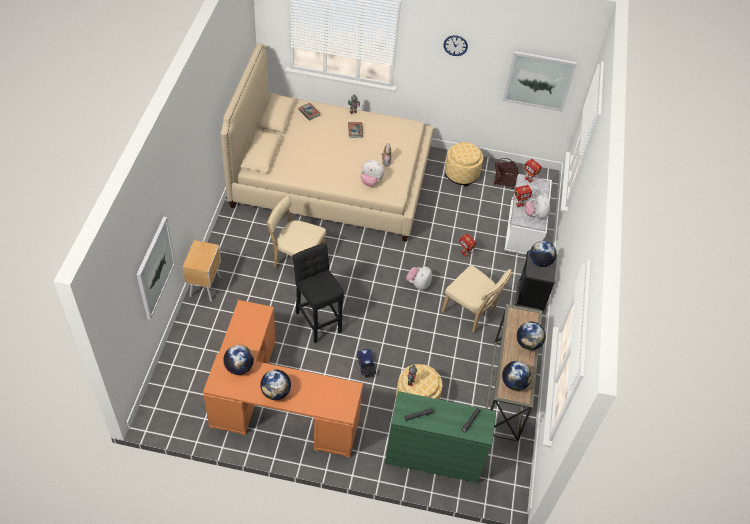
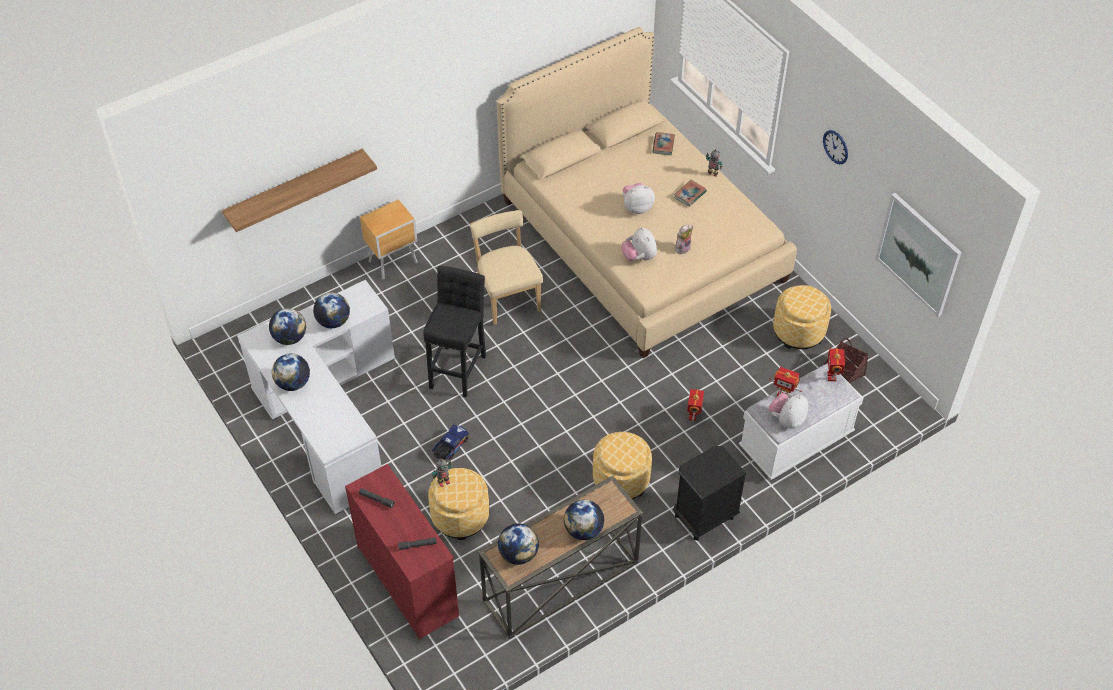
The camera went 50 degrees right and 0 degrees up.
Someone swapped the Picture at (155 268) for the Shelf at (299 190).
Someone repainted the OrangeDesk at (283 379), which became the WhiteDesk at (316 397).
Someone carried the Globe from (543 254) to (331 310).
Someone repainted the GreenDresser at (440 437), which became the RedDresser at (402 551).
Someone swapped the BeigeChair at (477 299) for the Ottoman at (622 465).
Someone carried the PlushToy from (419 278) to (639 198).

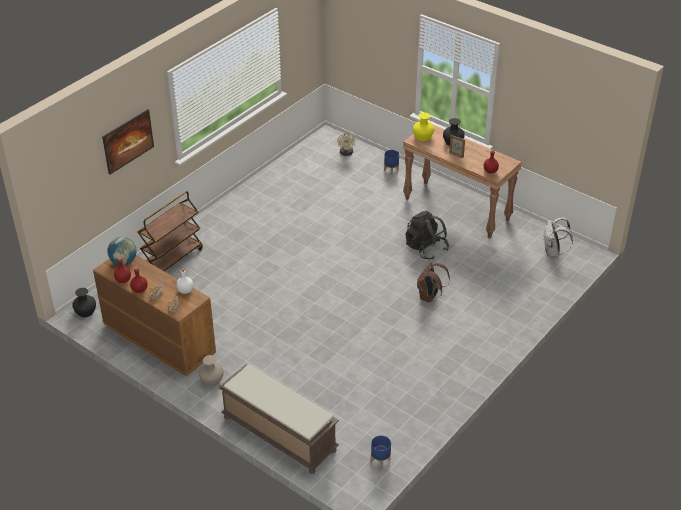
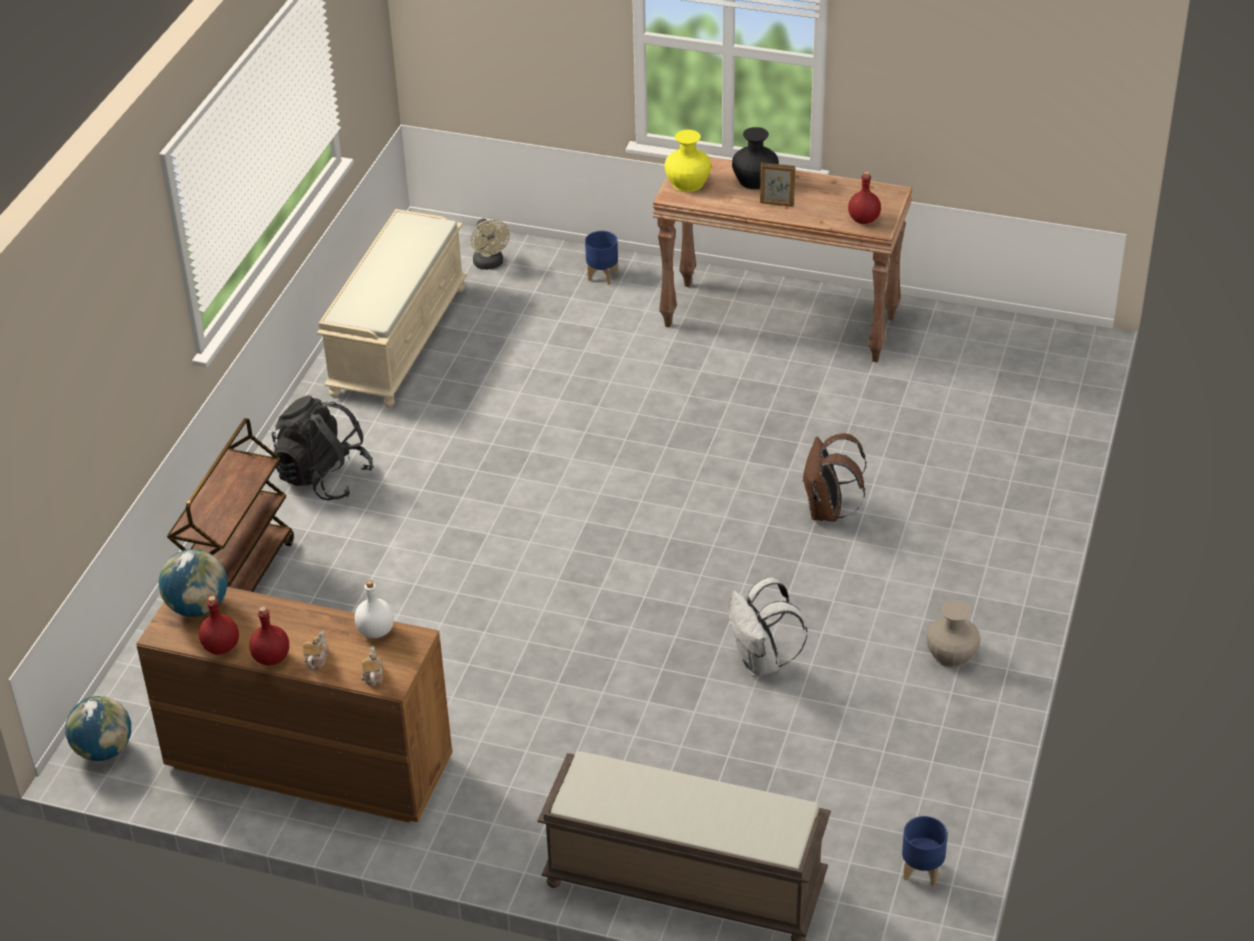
The camera went 20 degrees left and 0 degrees up.
Someone swapped the BlackVase at (84 302) for the Globe at (98 728).
Someone carried the BlackBackpack from (427 235) to (323 447).
Someone put down the BeigeBench at (392 308).
Someone carried the WhiteBackpack from (558 236) to (768 627).
Someone carried the BeigeVase from (211 370) to (953 634).
Someone took away the Picture at (128 142).

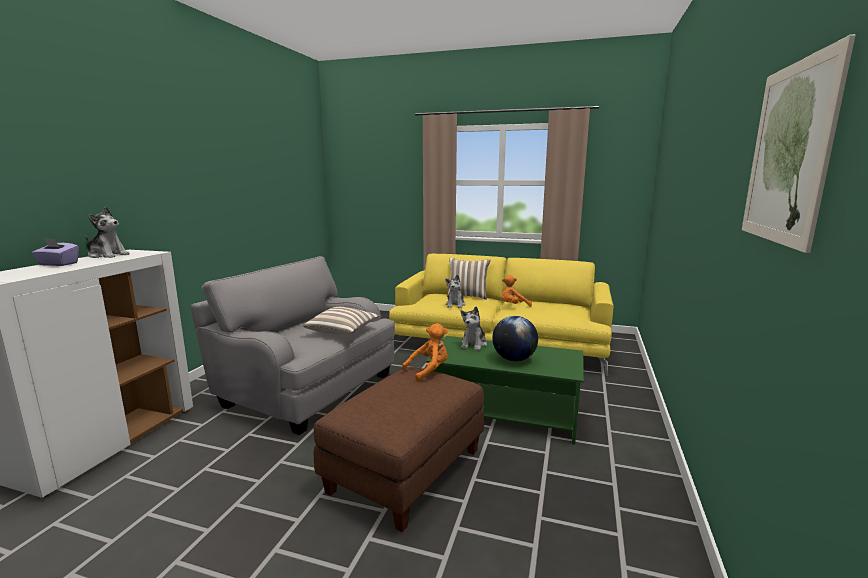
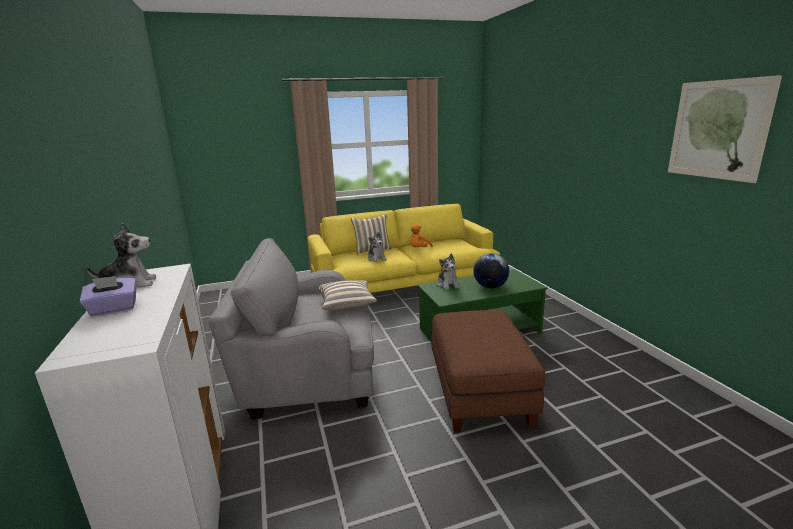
The camera went 35 degrees left and 5 degrees up.
Someone took away the OrangePlushToy at (425 352).

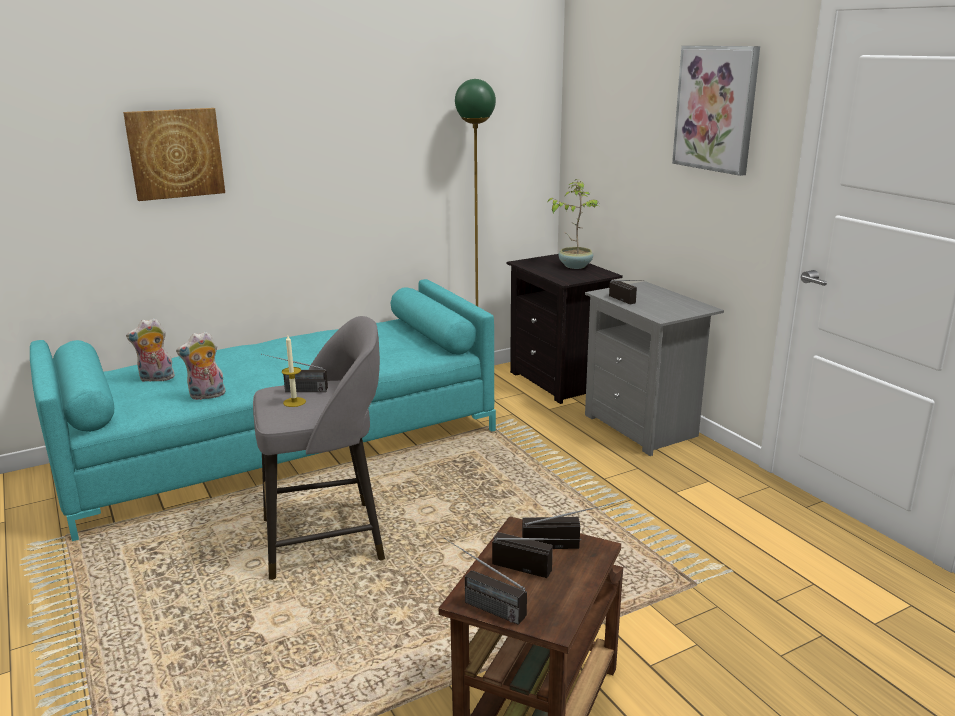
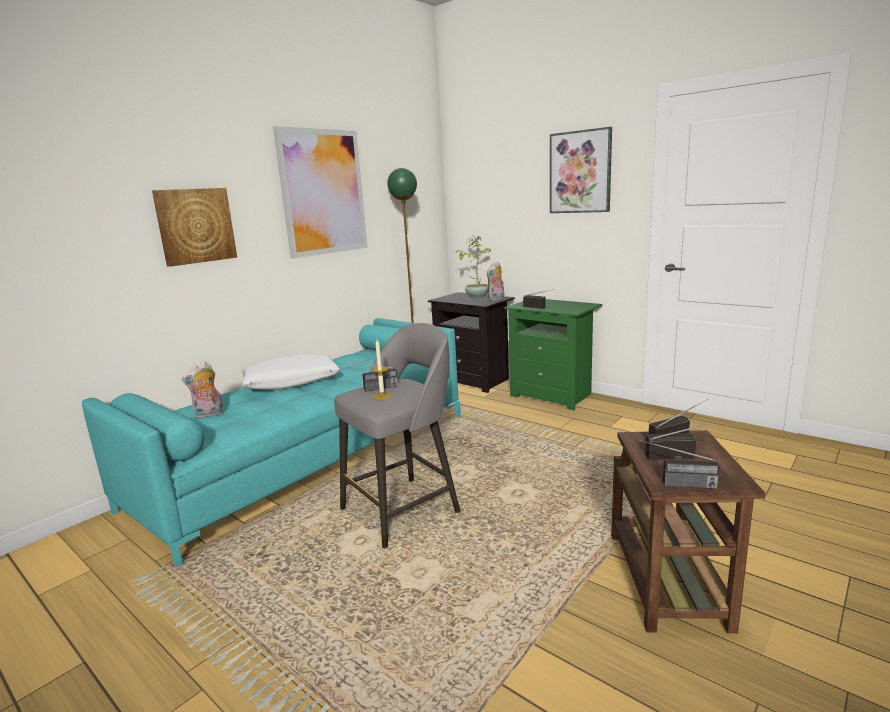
The camera went 20 degrees left and 5 degrees down.
Someone put down the WhitePillow at (291 372).
Someone put up the Picture at (320 192).
Someone carried the PlushToy from (201 365) to (495 281).
Someone repainted the GreyNightstand at (654 368), which became the GreenNightstand at (553 354).

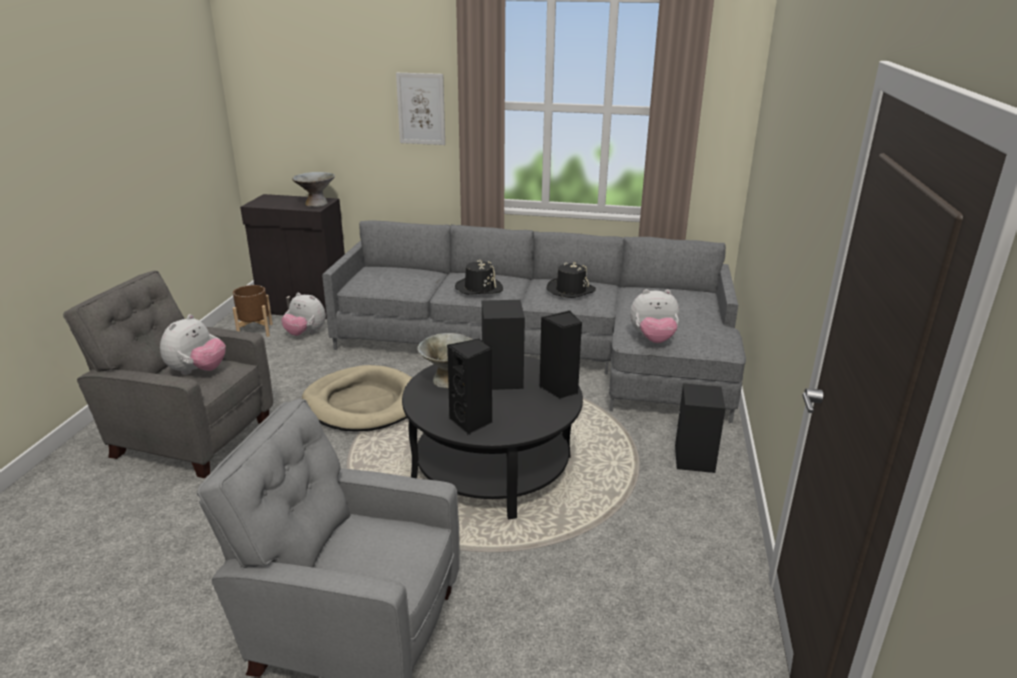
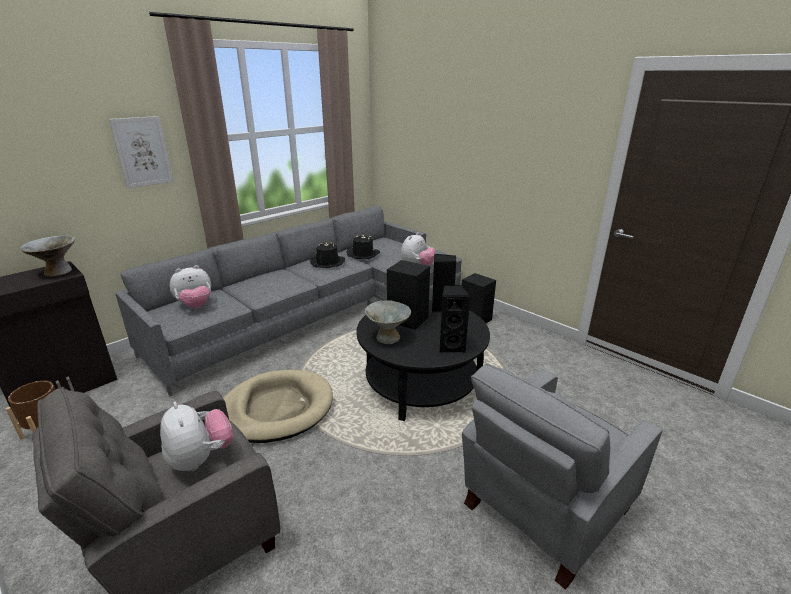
The camera went 55 degrees left and 0 degrees up.
Someone carried the PlushToy from (303 314) to (190 286).
Someone carried the BlackHat from (479 277) to (363 246).

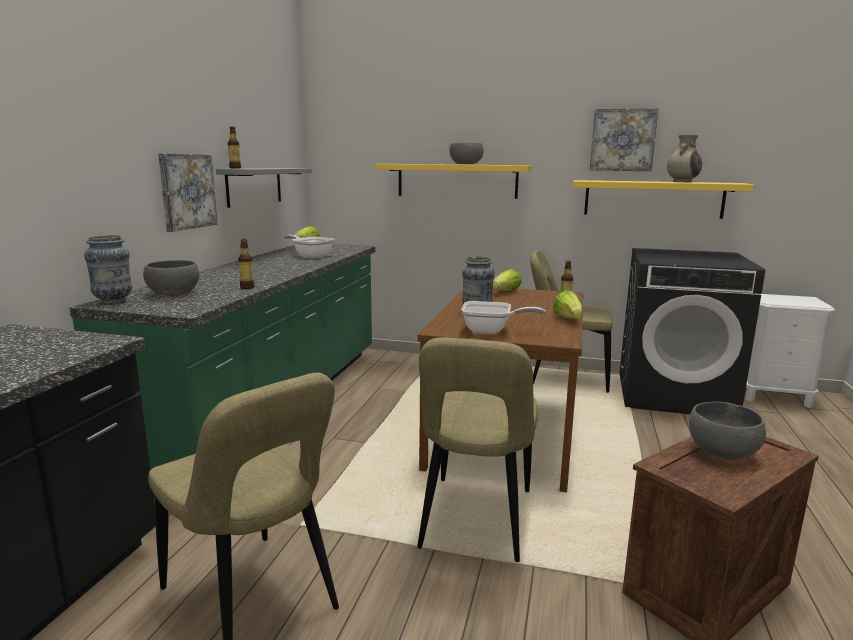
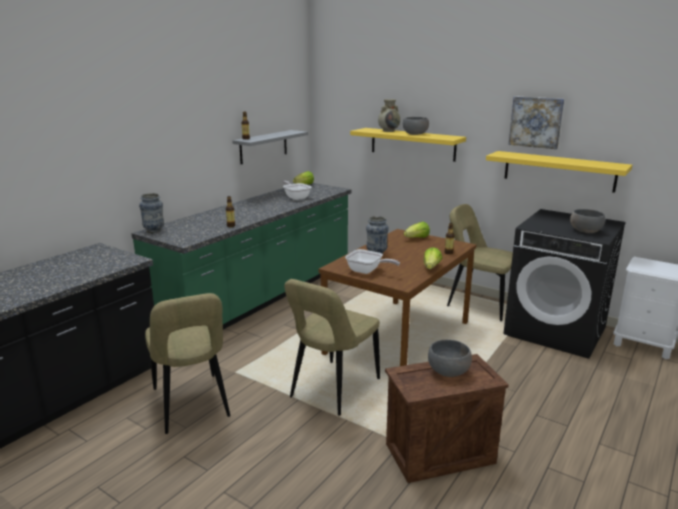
The camera went 20 degrees right and 5 degrees up.
Someone carried the BeigeVase from (684 158) to (389 115).
Someone carried the GreyBowl from (171 278) to (588 221).
Someone took away the Picture at (187 192).

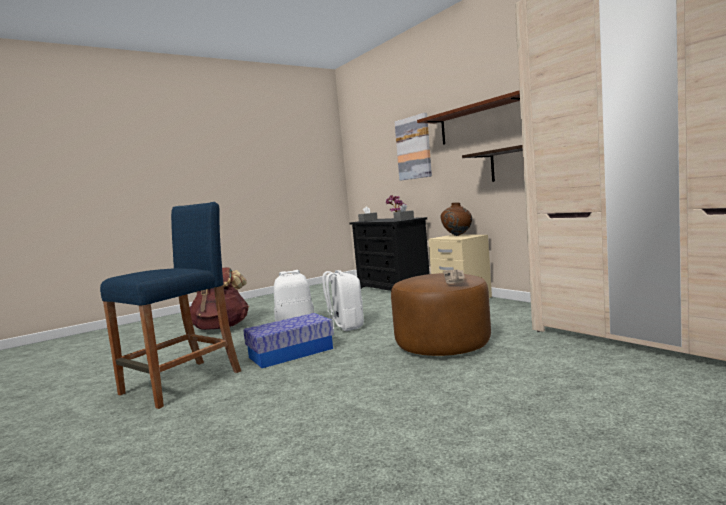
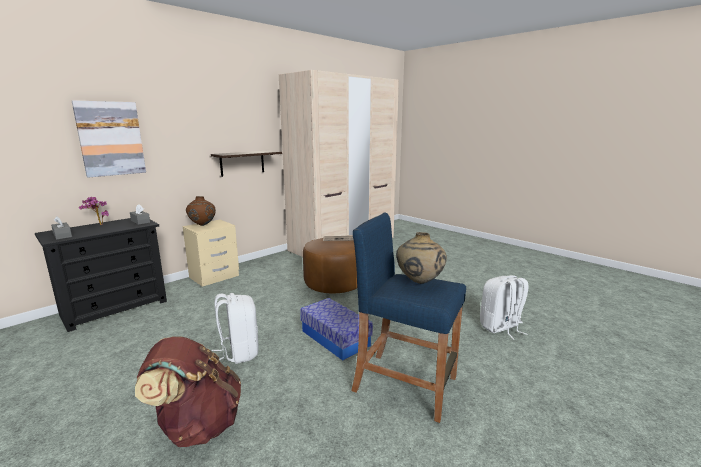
The camera went 100 degrees left and 10 degrees up.
Someone put down the BeigeVase at (421 258).
Someone carried the WhiteBackpack from (343 300) to (504 307).
Someone took away the BrownShelf at (468 117).

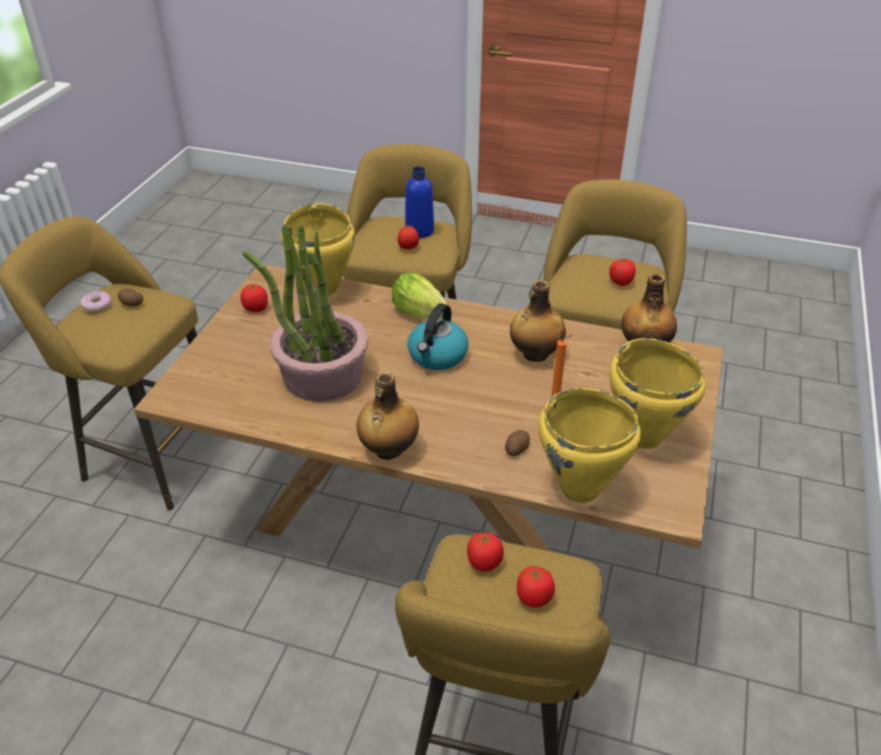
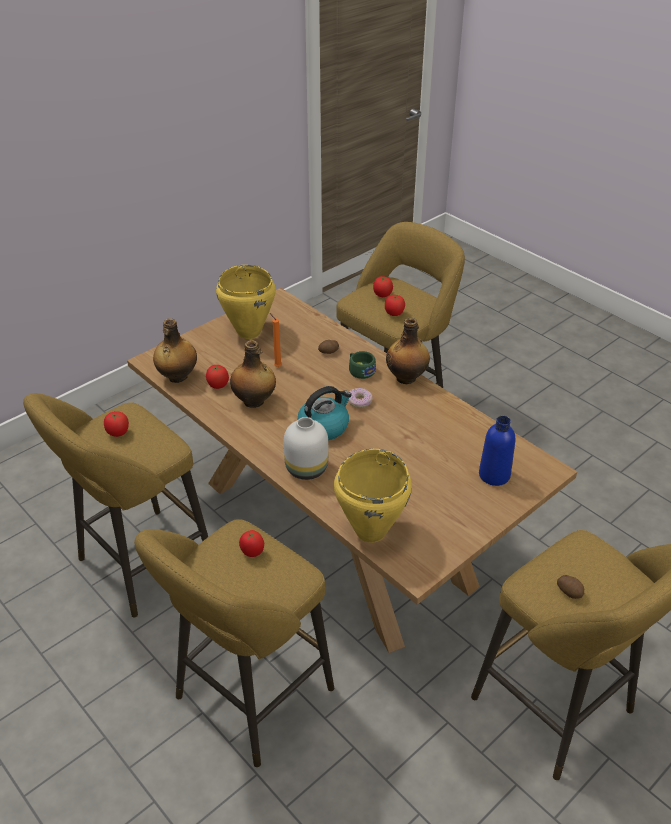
The camera went 150 degrees left and 0 degrees up.
Someone carried the Tomato from (254 297) to (217 377).
Someone swapped the Lettuce at (419 295) for the WhiteVase at (306 448).
Someone carried the Donut from (95 302) to (360 398).
Someone put down the GreenCup at (362 365).
Someone carried the BlueBottle from (419 202) to (497 451).
Someone took away the PottedPlant at (305 313).
Someone took away the YellowCookingPot at (589 445).

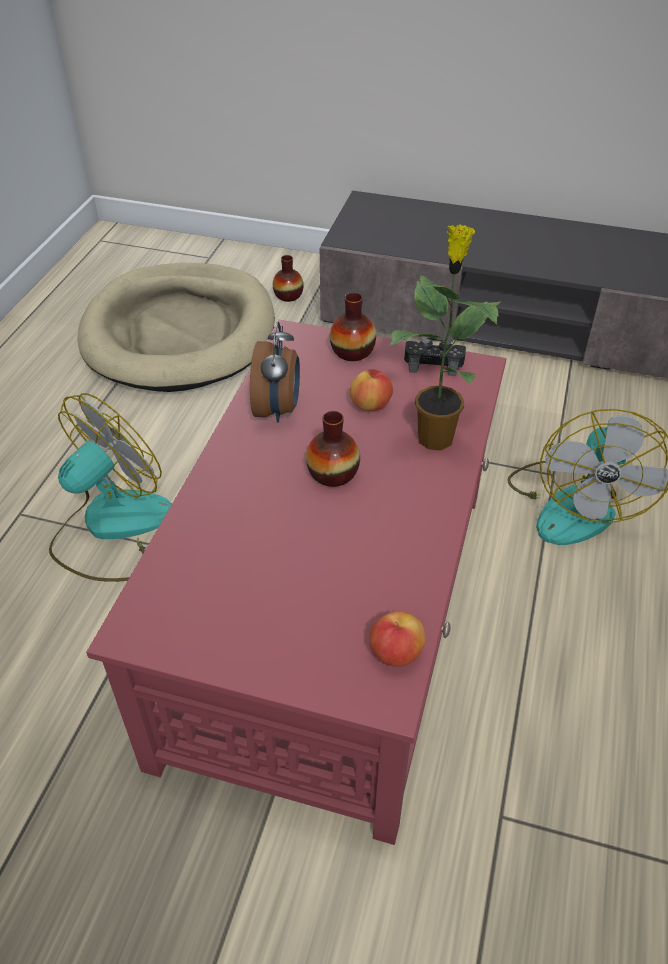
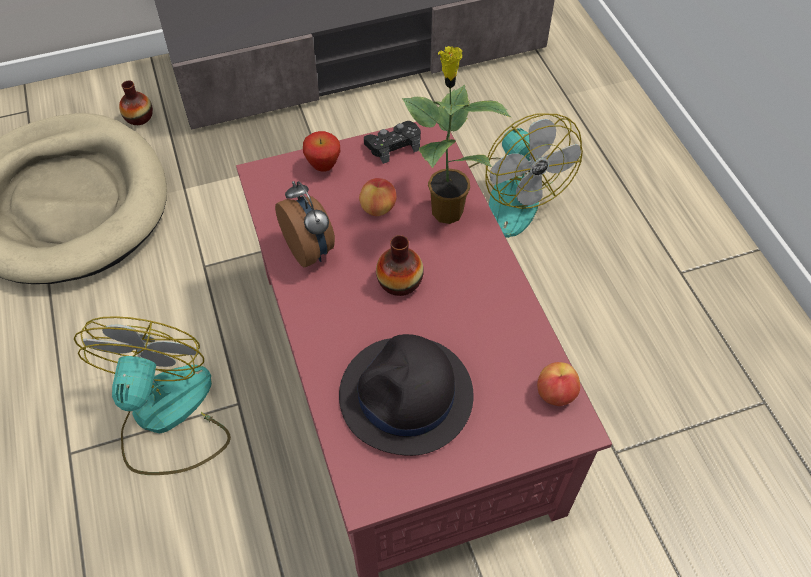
The camera went 35 degrees left and 10 degrees up.
Someone swapped the Vase at (353 327) for the Apple at (321 151).
Someone put down the BlackHat at (406 395).

